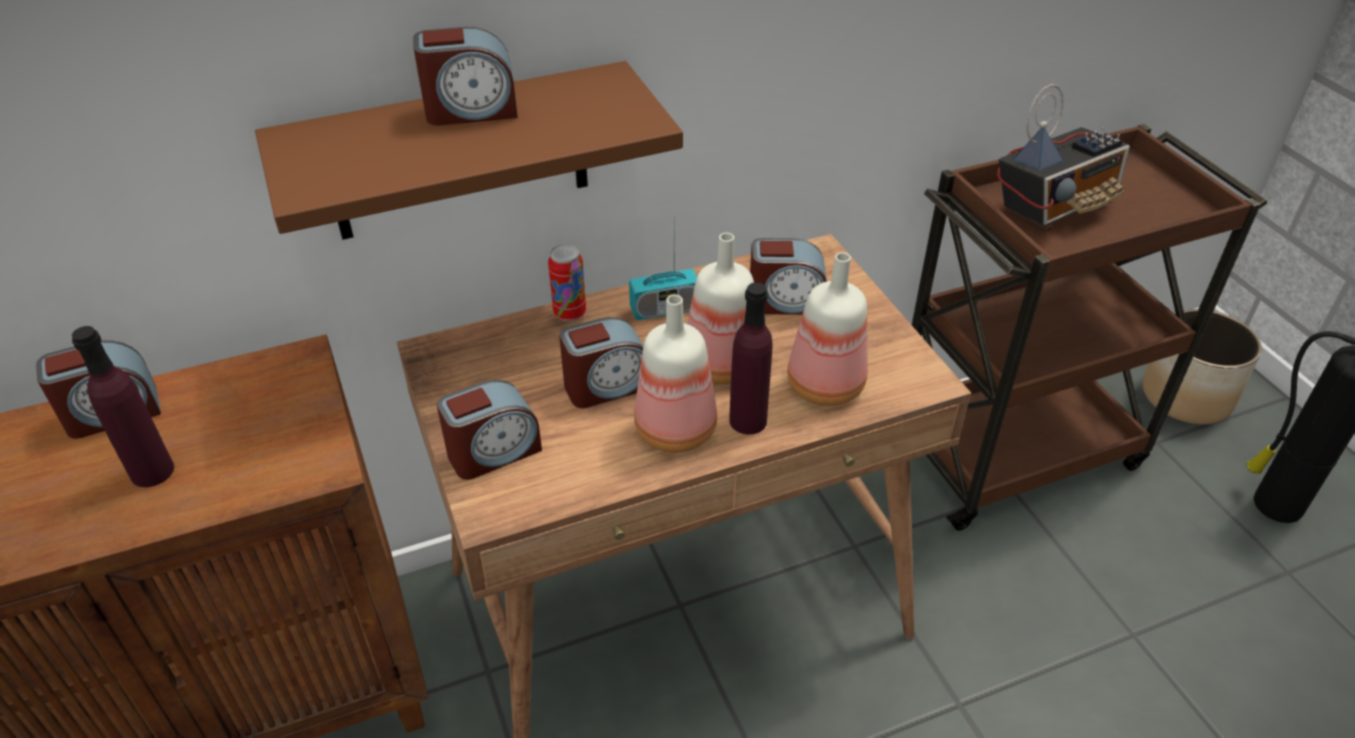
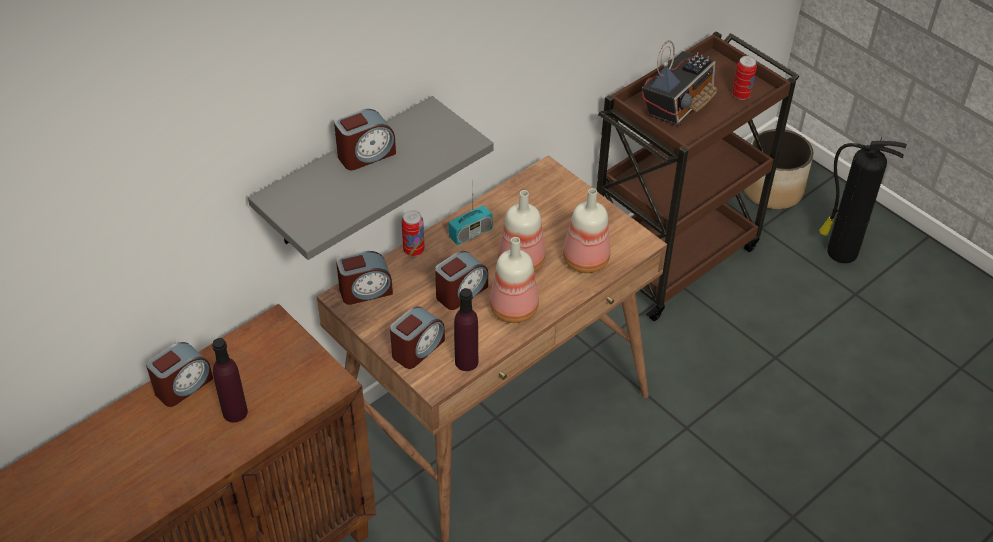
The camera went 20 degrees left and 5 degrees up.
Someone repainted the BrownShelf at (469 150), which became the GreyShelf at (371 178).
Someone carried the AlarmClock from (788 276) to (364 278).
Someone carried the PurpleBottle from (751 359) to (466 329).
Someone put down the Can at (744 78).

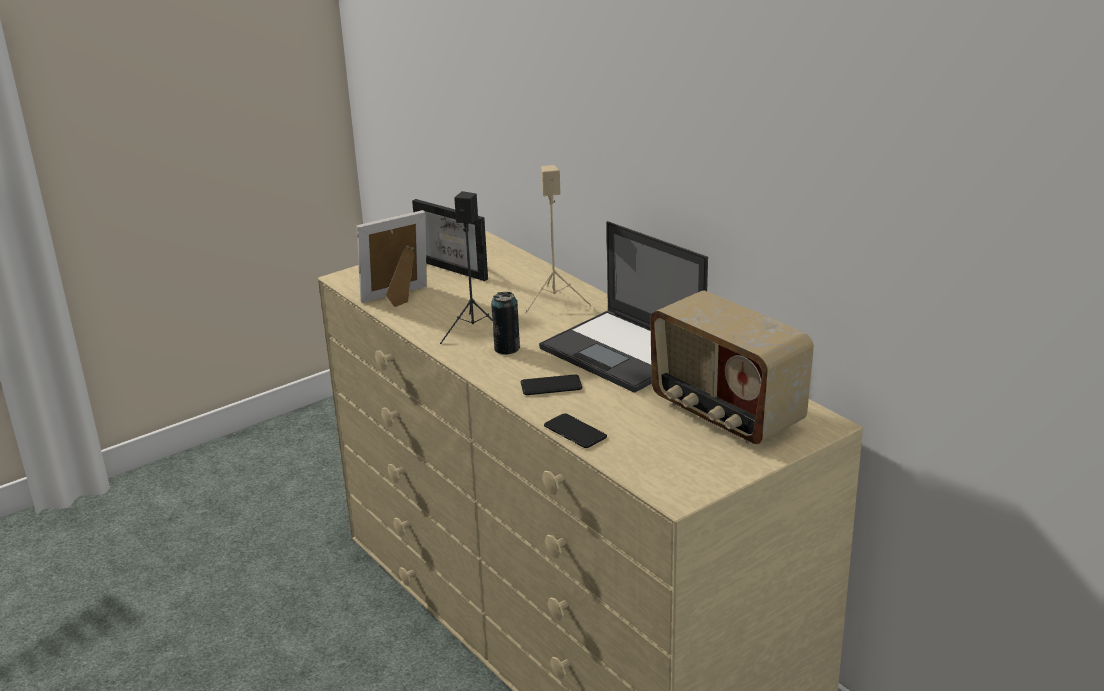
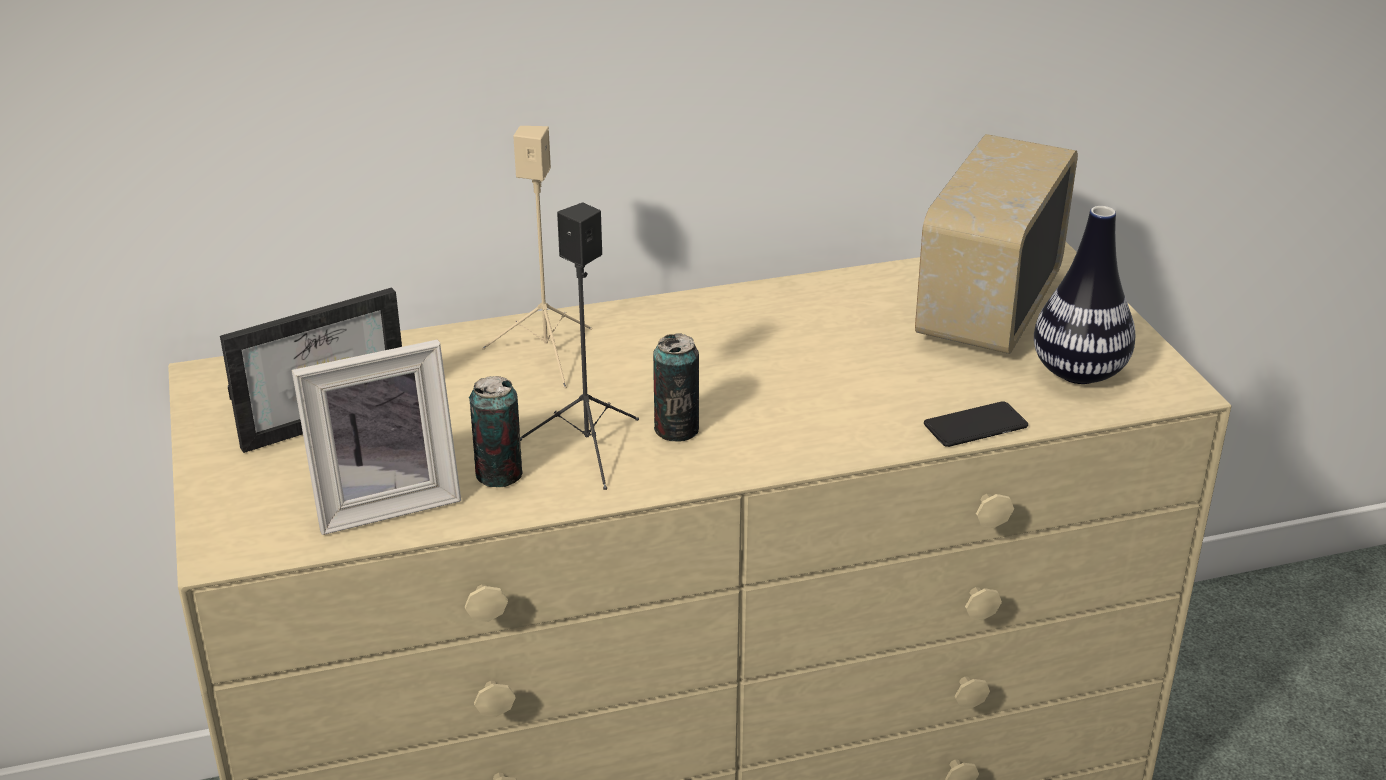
The camera went 70 degrees left and 5 degrees up.
Someone rotated the PictureFrame at (391 258) by 105 degrees counterclockwise.
Someone put down the Can at (495 431).
Someone rotated the Radio at (732 367) by 135 degrees clockwise.
Someone put down the Vase at (1085 295).
Someone took away the Phone at (551 384).
Someone took away the Laptop at (623 307).

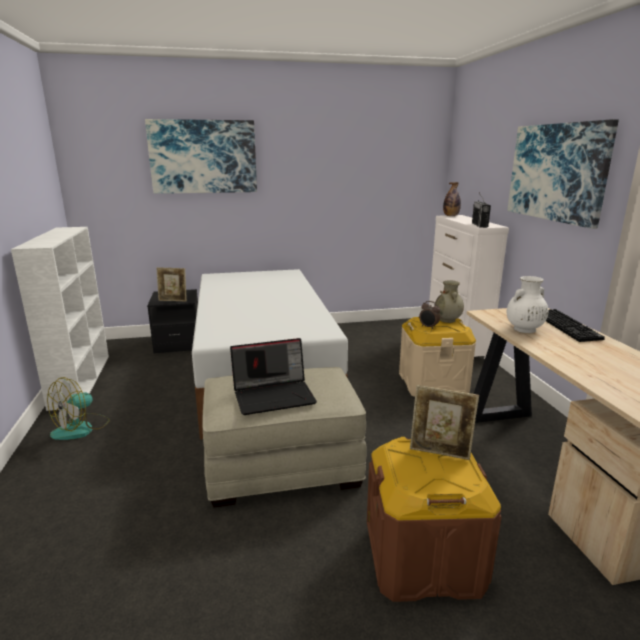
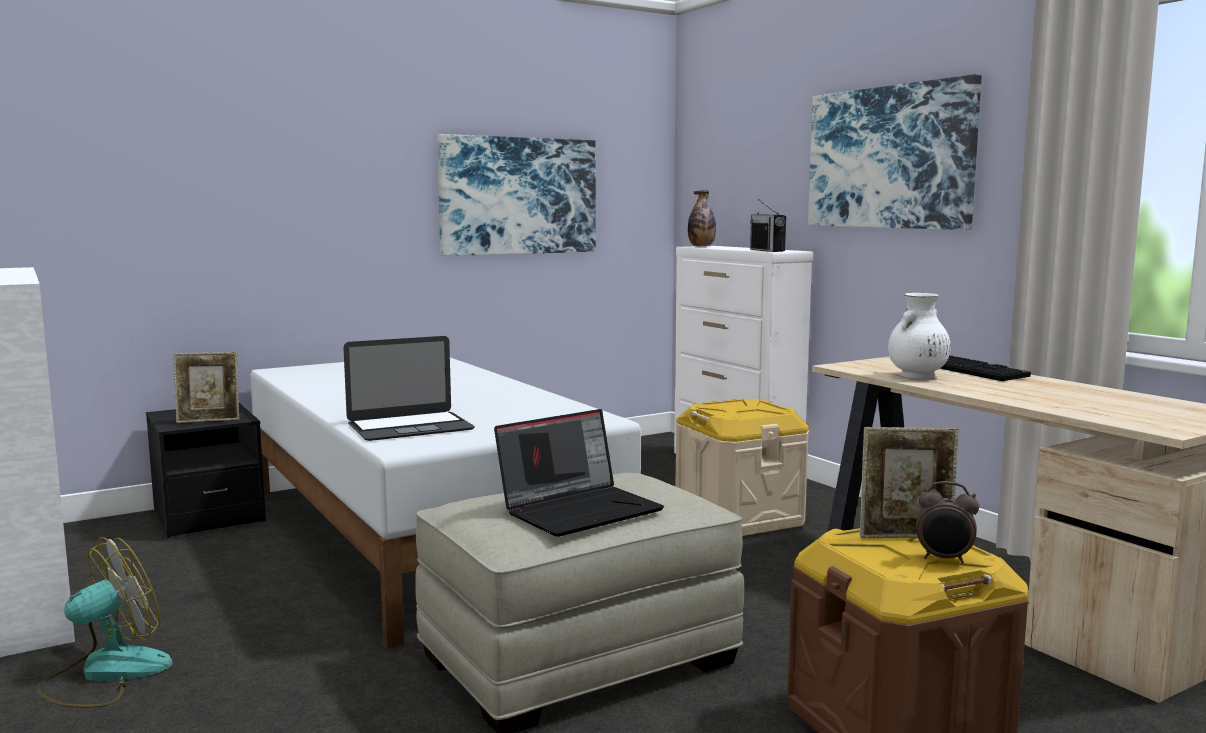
The camera went 20 degrees left and 10 degrees down.
Someone rotated the Fan at (78 408) by 150 degrees counterclockwise.
Someone put down the Laptop at (409 388).
Someone carried the Picture from (201 156) to (516 195).
Someone carried the AlarmClock from (429 314) to (947 522).
Someone took away the BeigeVase at (449 301).

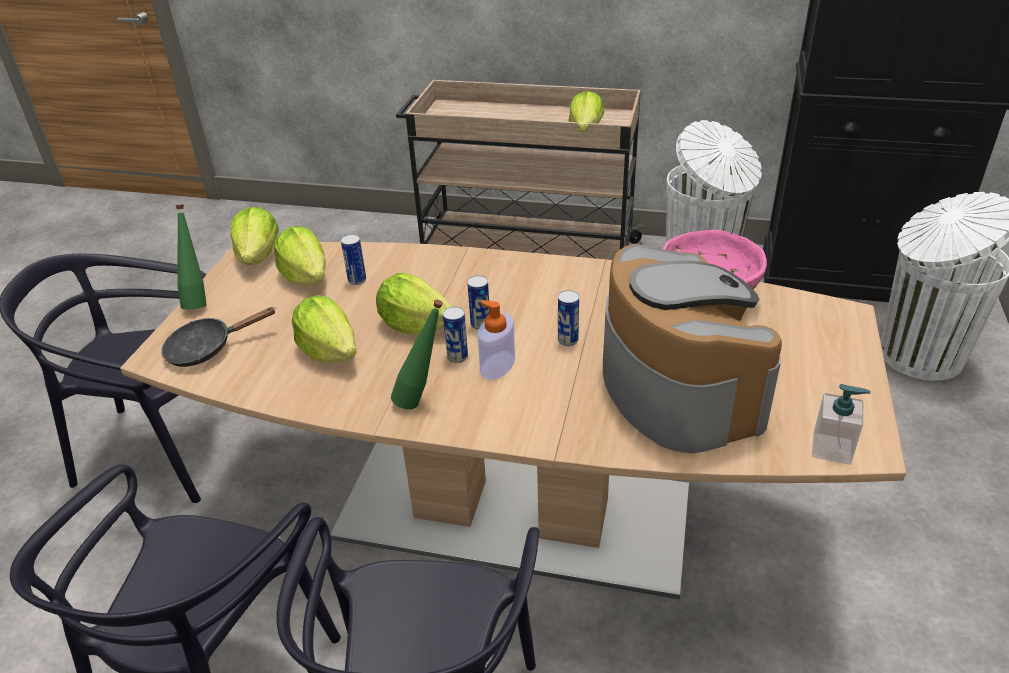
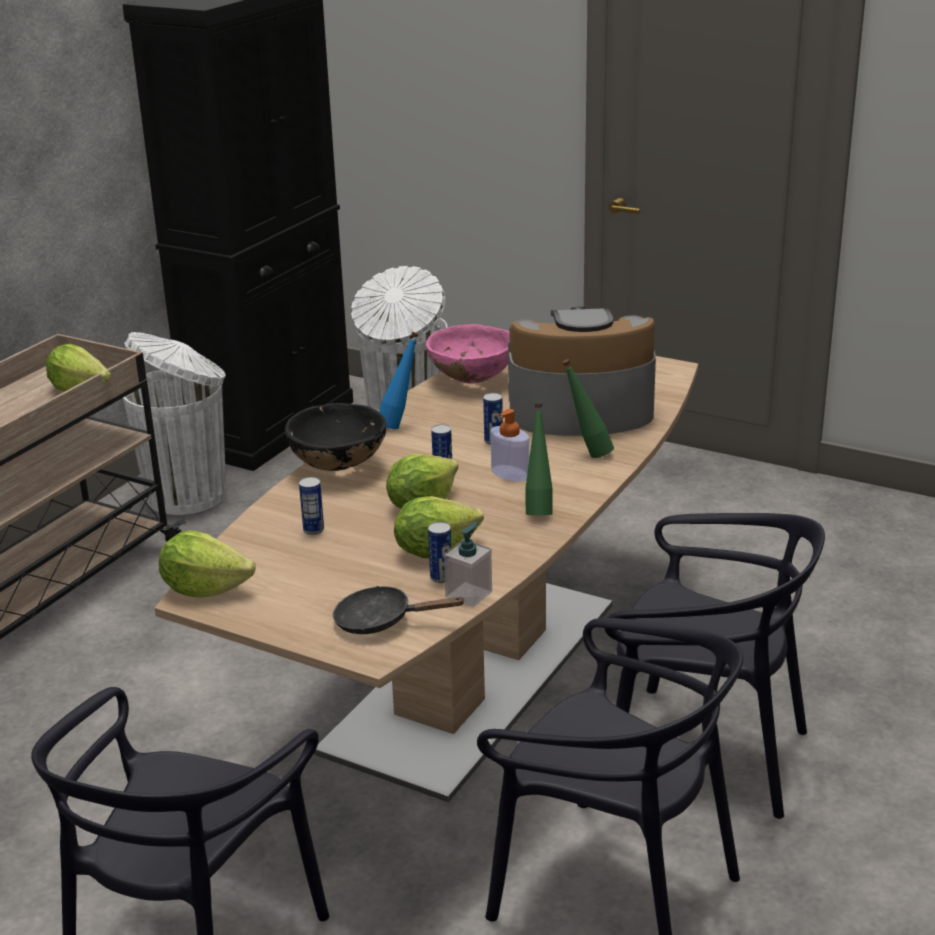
The camera went 75 degrees left and 10 degrees down.
Someone put down the BlackBowl at (335 437).
Someone rotated the BlackFryingPan at (218 337) by 105 degrees clockwise.
Someone put down the BlueBottle at (399 380).
Someone carried the Can from (455 335) to (439 552).
Someone carried the SoapDispenser from (841 424) to (468 564).
Someone carried the GreenBottle from (191 256) to (588 408).
Someone took away the Lettuce at (300 255).

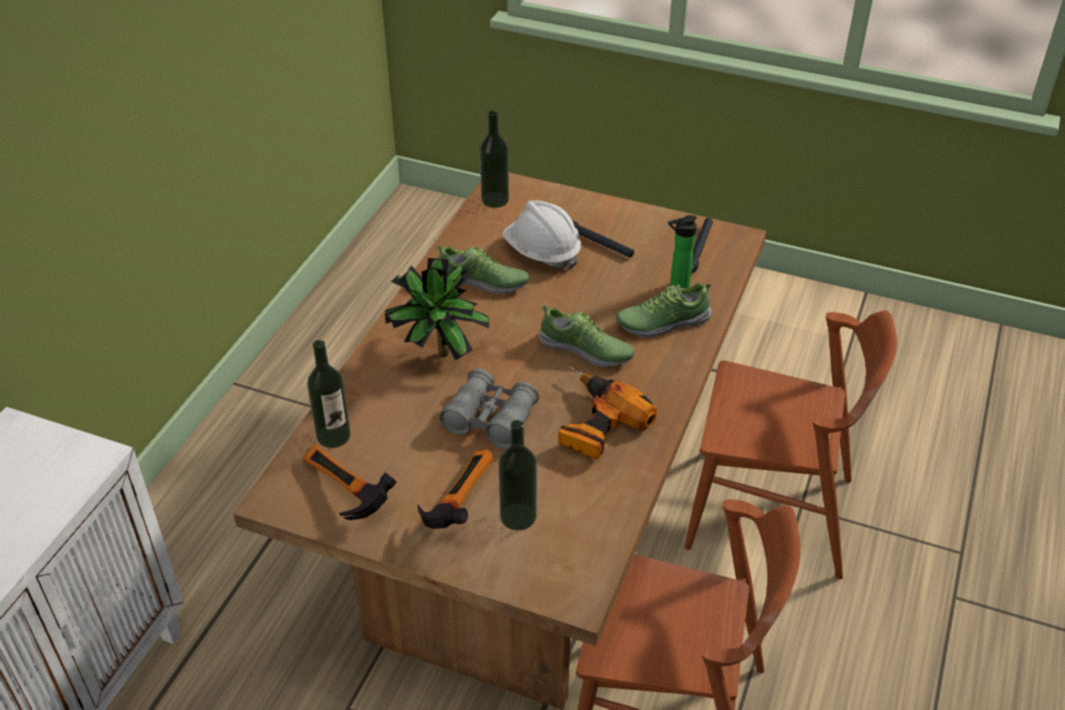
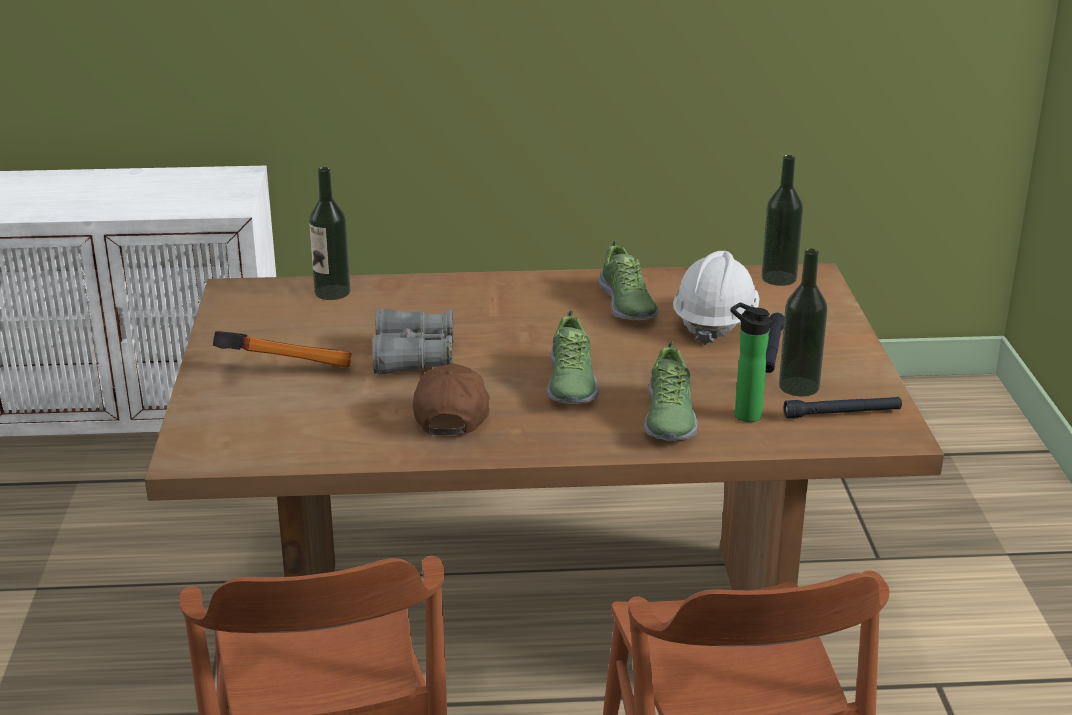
The camera went 65 degrees right and 15 degrees down.
Someone swapped the PowerDrill at (607 413) for the BrownCap at (451 399).
Someone rotated the Shoe at (664 310) by 135 degrees counterclockwise.
Someone carried the Bottle from (518 475) to (803 322).
Someone took away the Hammer at (350 482).
Someone took away the PottedPlant at (436 309).

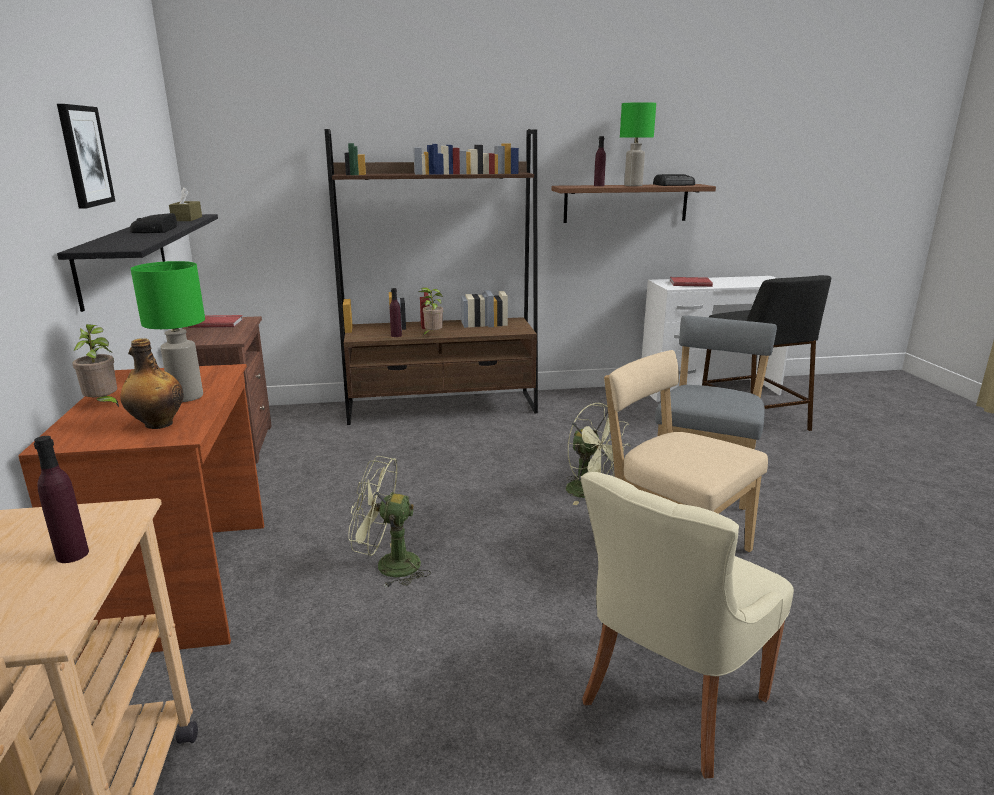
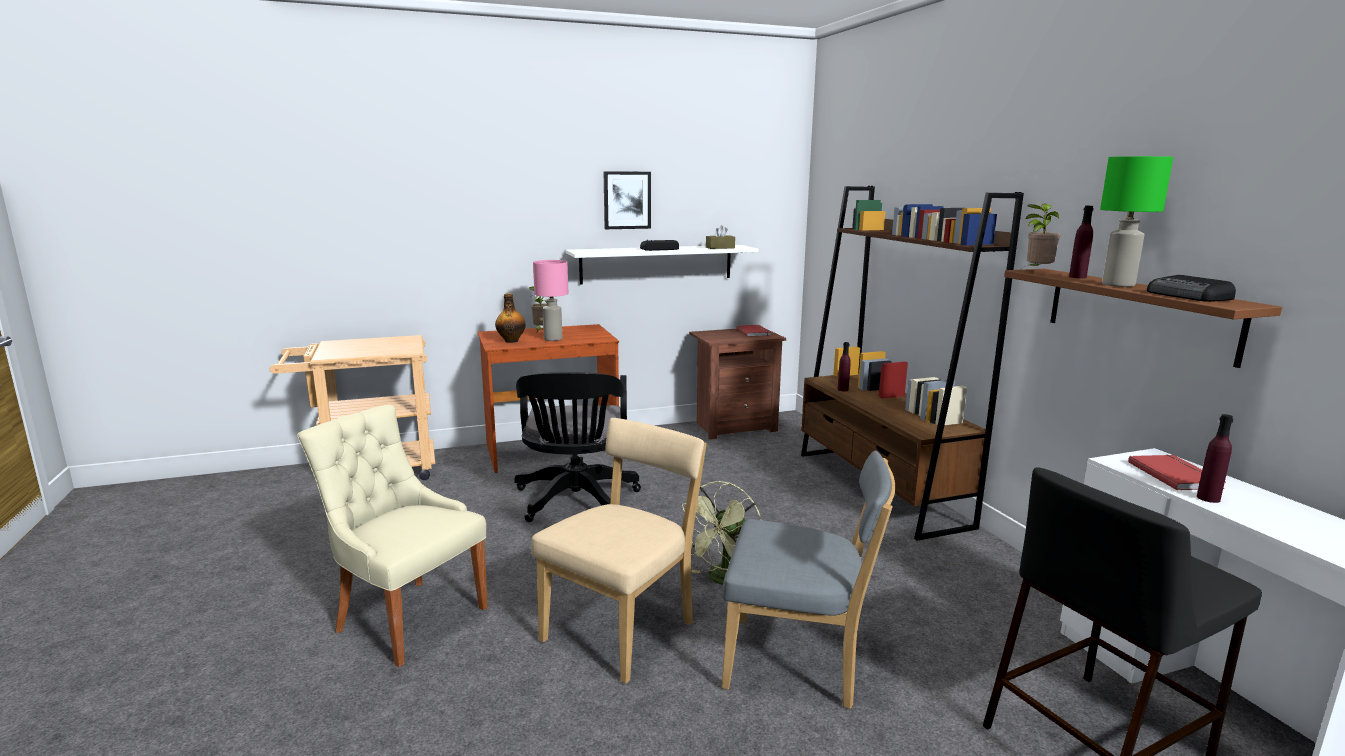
The camera went 80 degrees right and 5 degrees down.
Someone swapped the GreenFan at (389 522) for the BlackOfficeChair at (577 447).
Someone repainted the GreenTableLamp at (168 331), which became the PinkTableLamp at (550 300).
Someone repainted the BlackShelf at (137 263), which became the WhiteShelf at (662 264).
Someone carried the PottedPlant from (430 311) to (1040 236).
Someone carried the PurpleBottle from (61 499) to (1215 458).

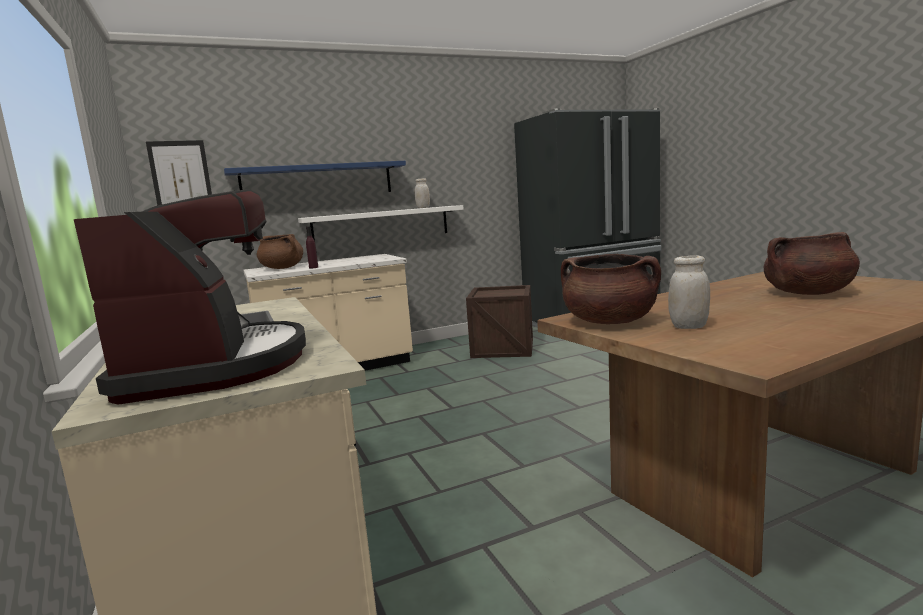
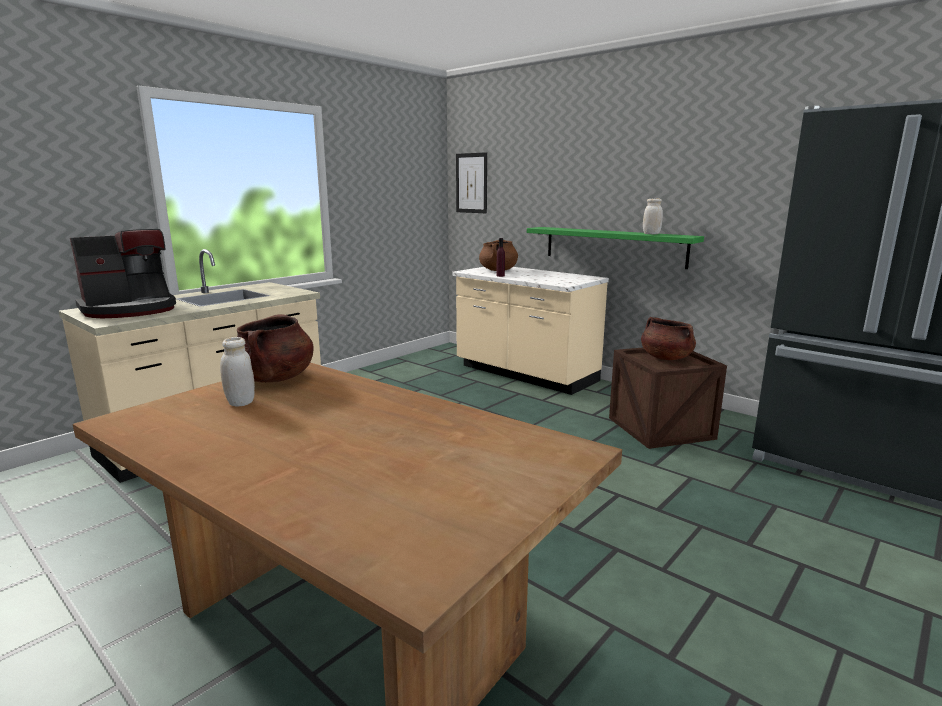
The camera went 65 degrees right and 5 degrees up.
Someone repainted the WhiteShelf at (381 222), which became the GreenShelf at (615 248).
Someone carried the BrownCookingPot from (812 263) to (668 338).
Someone took away the BlueShelf at (315 176).

